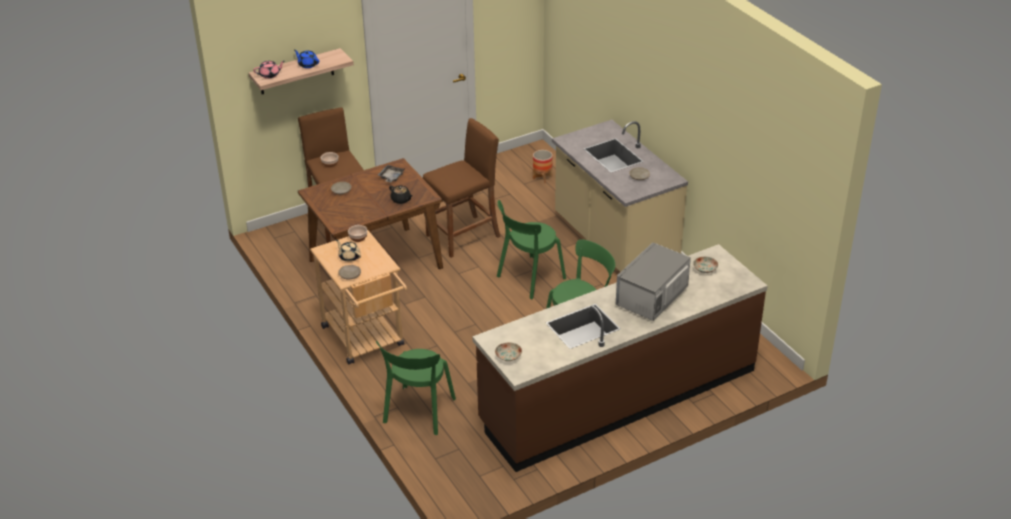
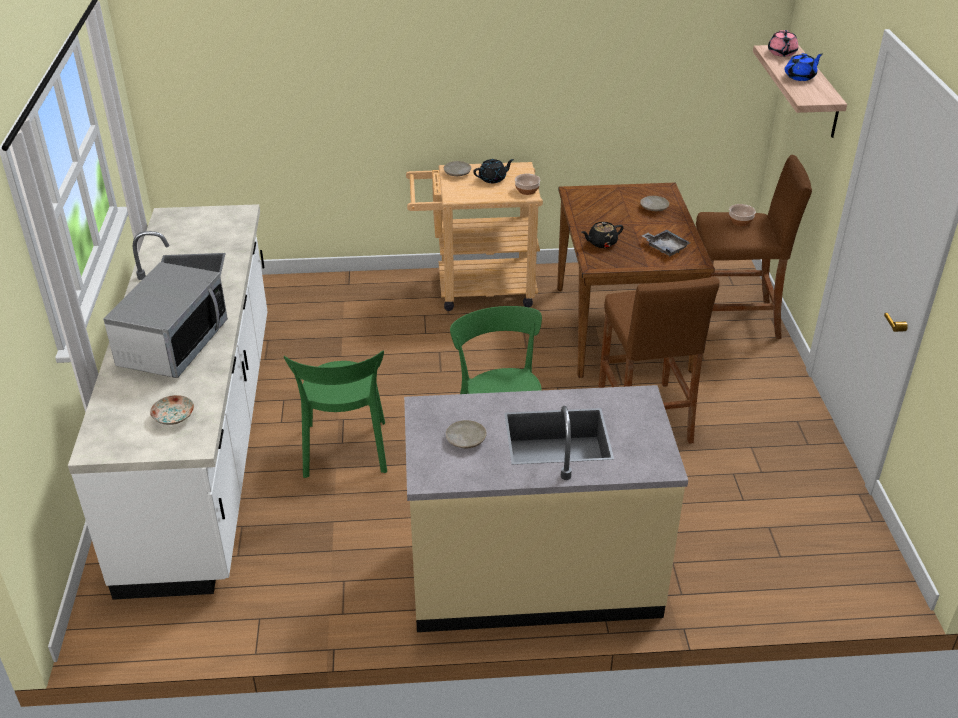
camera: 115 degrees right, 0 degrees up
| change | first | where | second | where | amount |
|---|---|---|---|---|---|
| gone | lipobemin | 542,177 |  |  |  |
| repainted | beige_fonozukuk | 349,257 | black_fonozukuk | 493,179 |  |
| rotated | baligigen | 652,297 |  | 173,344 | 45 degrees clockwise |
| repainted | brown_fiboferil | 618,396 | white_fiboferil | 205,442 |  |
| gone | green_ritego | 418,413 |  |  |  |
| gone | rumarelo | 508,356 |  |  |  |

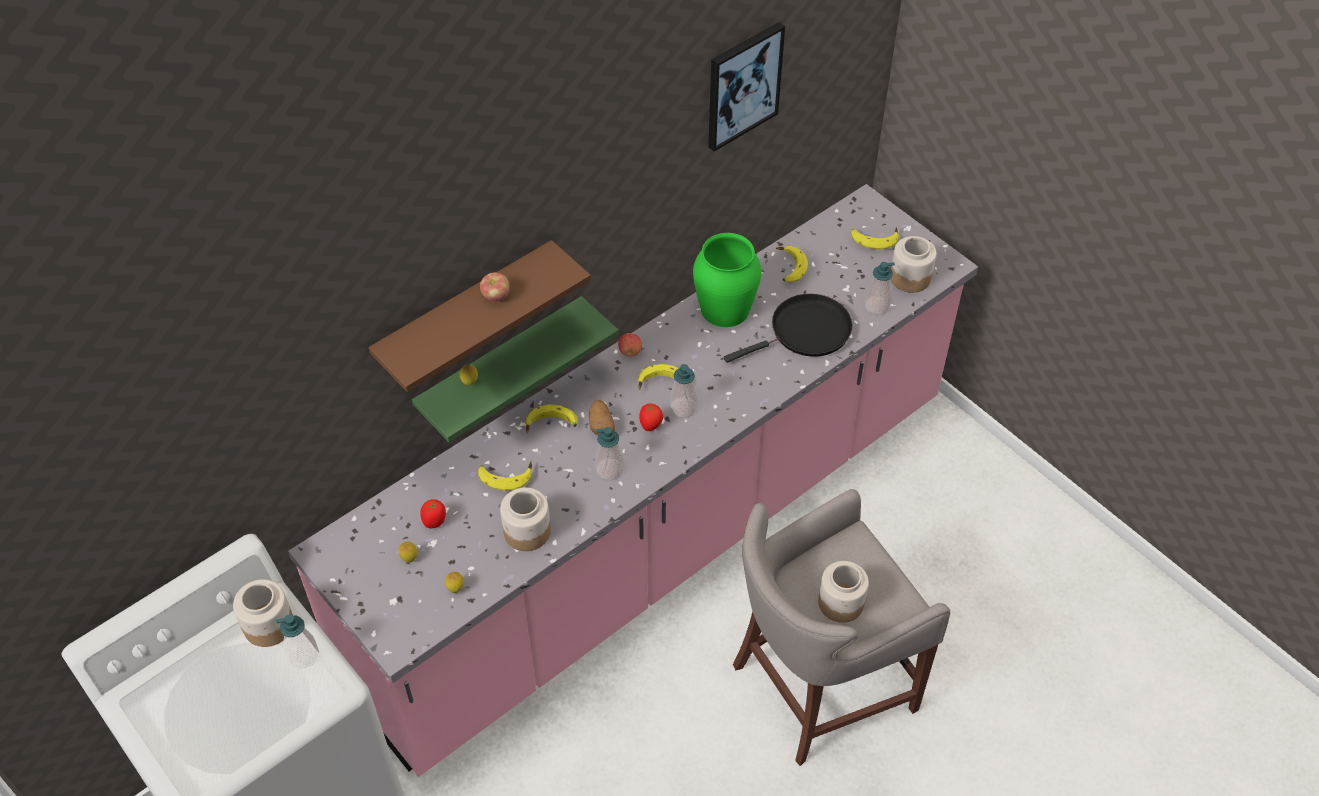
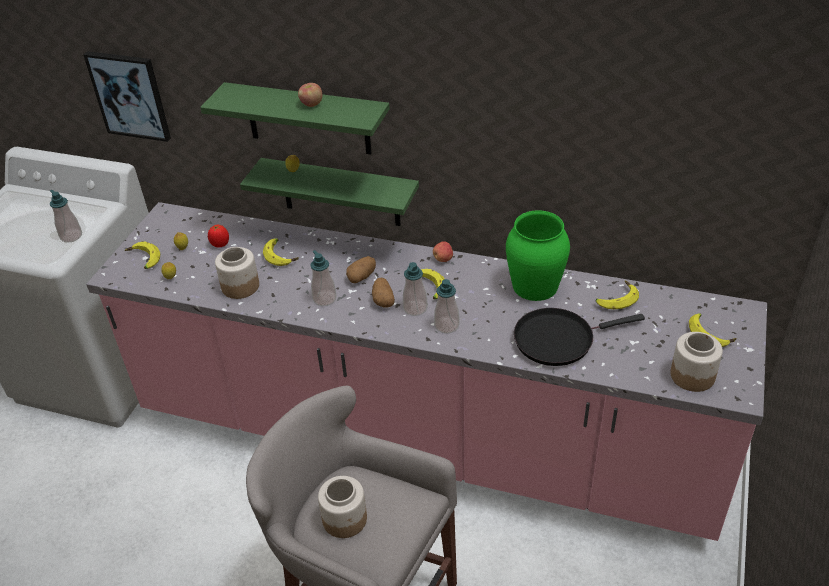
camera: 60 degrees right, 10 degrees down
| change | first | where | second | where | amount |
|---|---|---|---|---|---|
| shifted | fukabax | 742,85 |  | 130,95 |  |
| repainted | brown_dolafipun | 466,317 | green_dolafipun | 308,119 |  |
| shifted | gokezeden | 877,306 |  | 446,325 |  |
| rotated | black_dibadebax | 805,332 |  | 558,339 | 135 degrees clockwise |
| swapped | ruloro | 651,425 | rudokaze | 383,300 |  |
| shifted | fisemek | 551,426 |  | 143,260 |  |
| gone | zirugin | 268,625 |  |  |  |

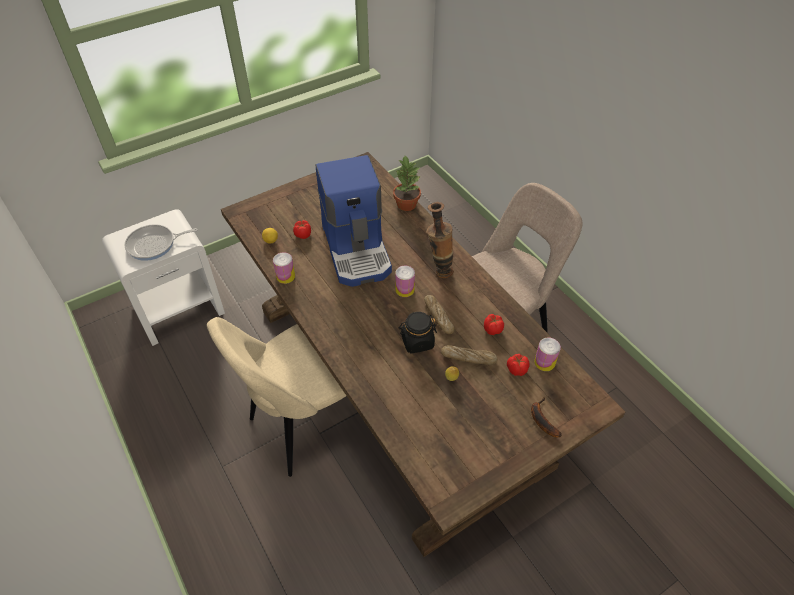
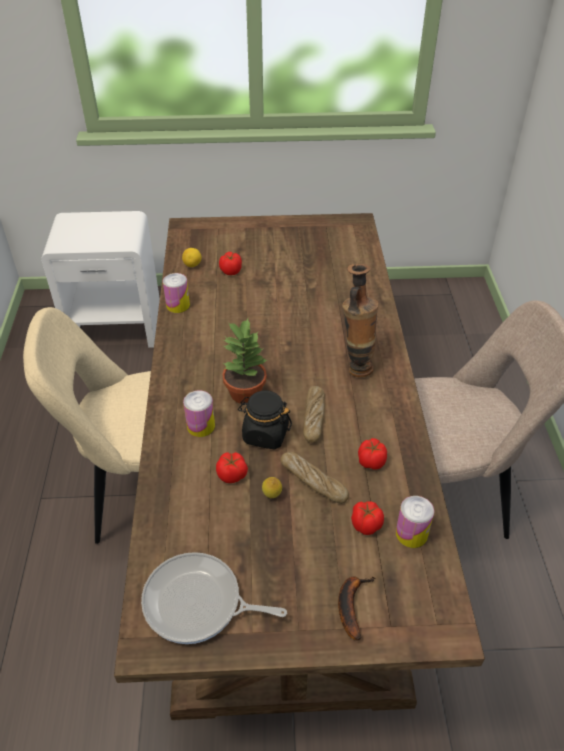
camera: 30 degrees right, 5 degrees down
| change | first | where | second | where | amount |
|---|---|---|---|---|---|
| gone | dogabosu | 357,249 |  |  |  |
| shifted | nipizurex | 406,204 |  | 245,392 |  |
| shifted | dibadebax | 154,245 |  | 198,604 |  |
| shifted | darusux | 404,289 |  | 201,426 |  |
| new |  |  | ruloro | 232,475 |  |

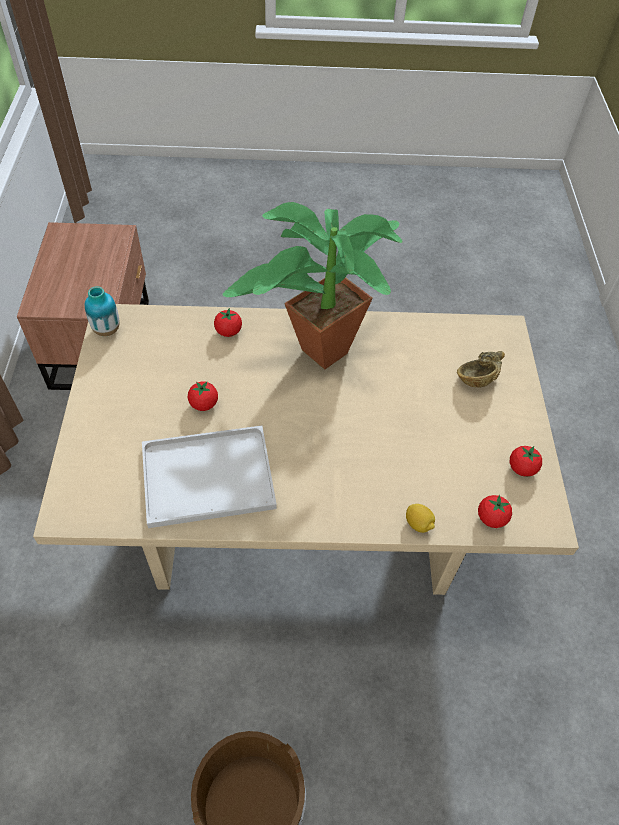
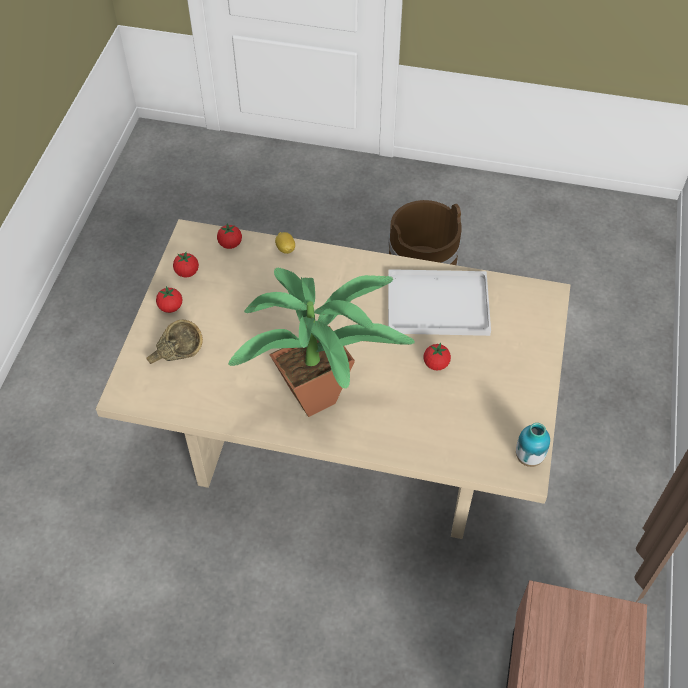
camera: 165 degrees left, 0 degrees up
| change | first | where | second | where | amount |
|---|---|---|---|---|---|
| shifted | ruloro | 228,331 |  | 170,307 |  |

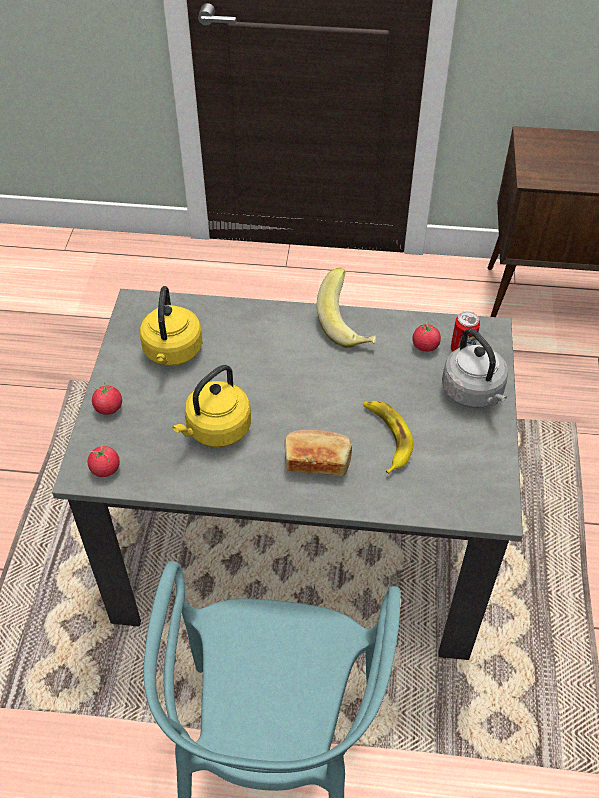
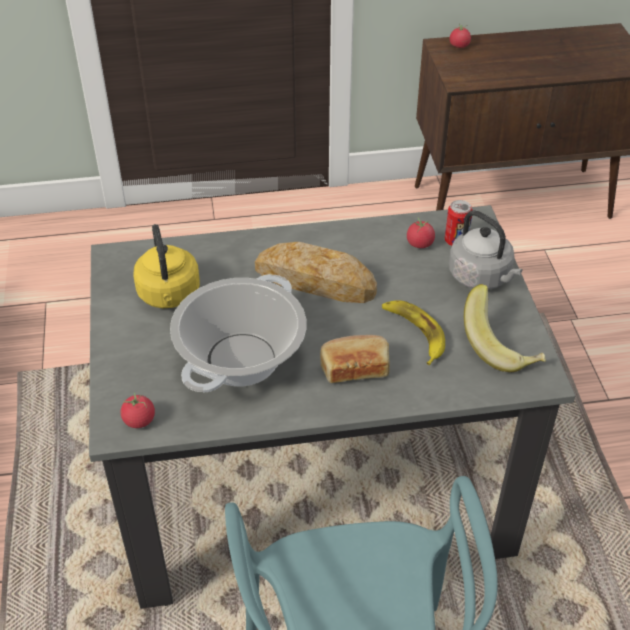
camera: 15 degrees left, 5 degrees down
| change | first | where | second | where | amount |
|---|---|---|---|---|---|
| shifted | fisemek | 348,325 |  | 501,346 |  |
| swapped | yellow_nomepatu | 216,430 | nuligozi | 242,360 |  |
| shifted | ruloro | 108,408 |  | 459,46 |  |
| new |  |  | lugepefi | 315,280 |  |

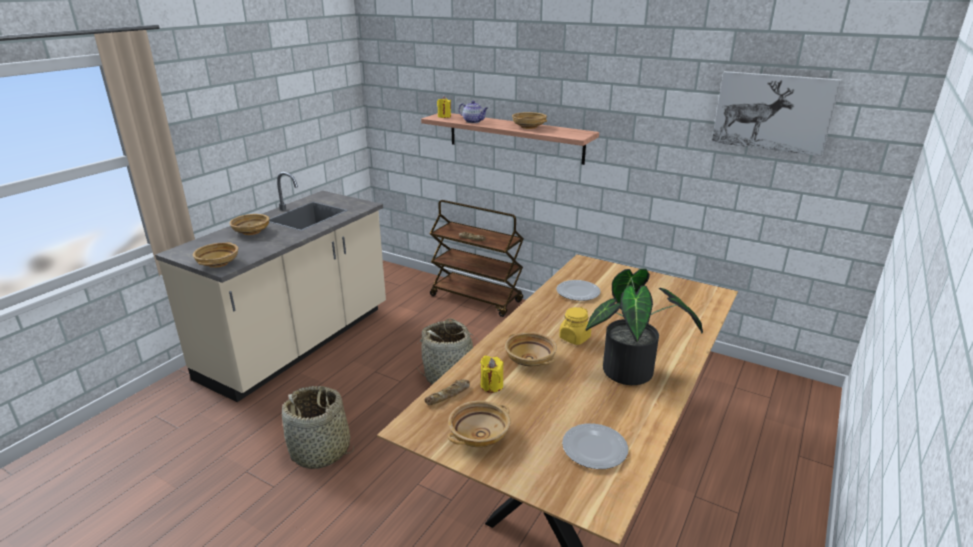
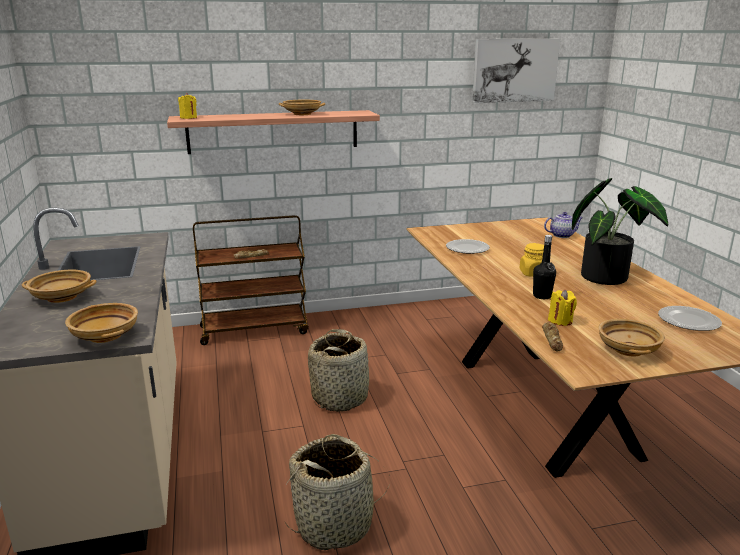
camera: 45 degrees left, 5 degrees down
| change | first | where | second | where | amount |
|---|---|---|---|---|---|
| shifted | fonozukuk | 473,121 |  | 562,235 |  |
| swapped | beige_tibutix | 530,359 | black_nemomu | 542,296 |  |

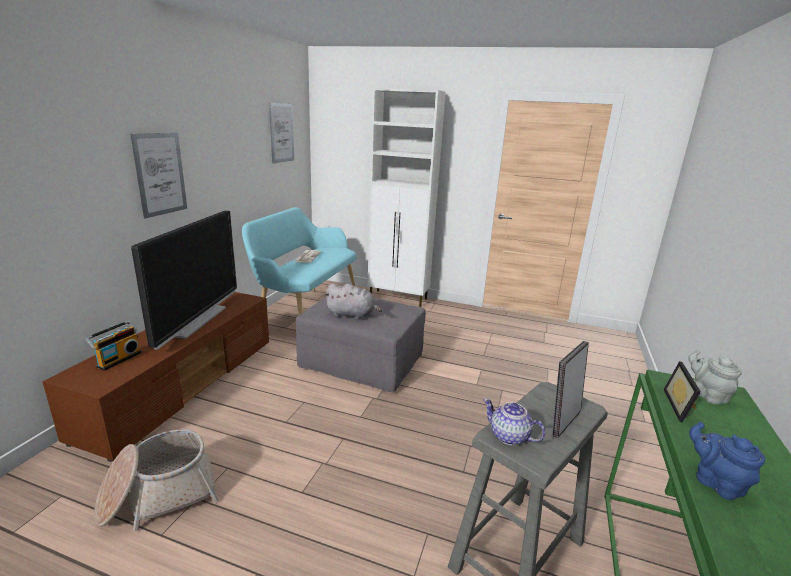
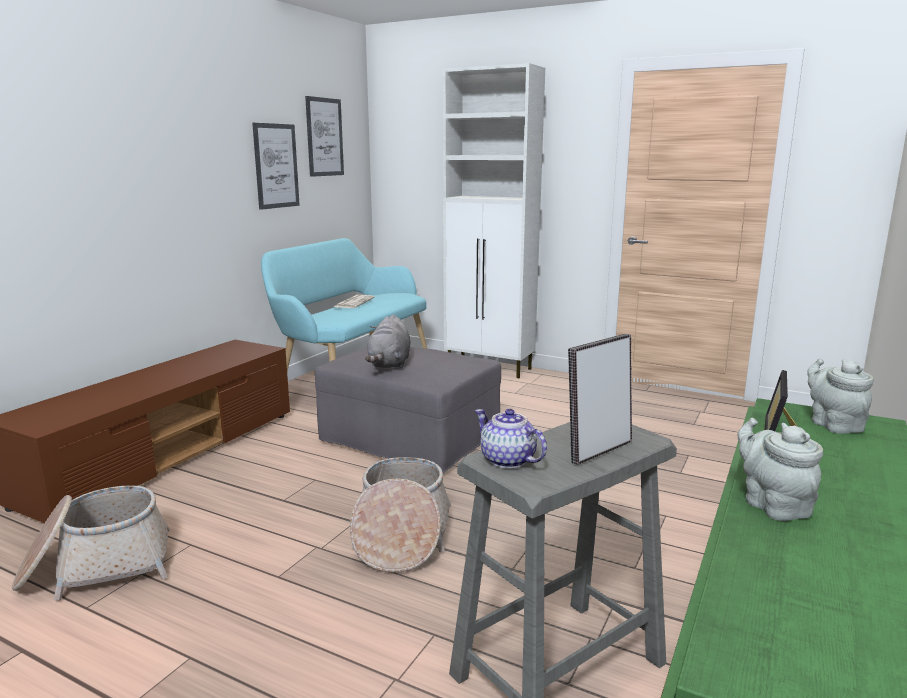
camera: 10 degrees right, 5 degrees down
| change | first | where | second | where | amount |
|---|---|---|---|---|---|
| shifted | fukabax | 160,174 |  | 276,166 |  |
| gone | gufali | 196,321 |  |  |  |
| rotated | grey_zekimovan | 352,315 |  | 390,364 | 75 degrees clockwise |
| gone | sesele | 118,359 |  |  |  |
| repainted | blue_fonozukuk | 715,483 | grey_fonozukuk | 772,505 |  |
| new |  |  | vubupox | 401,535 |  |

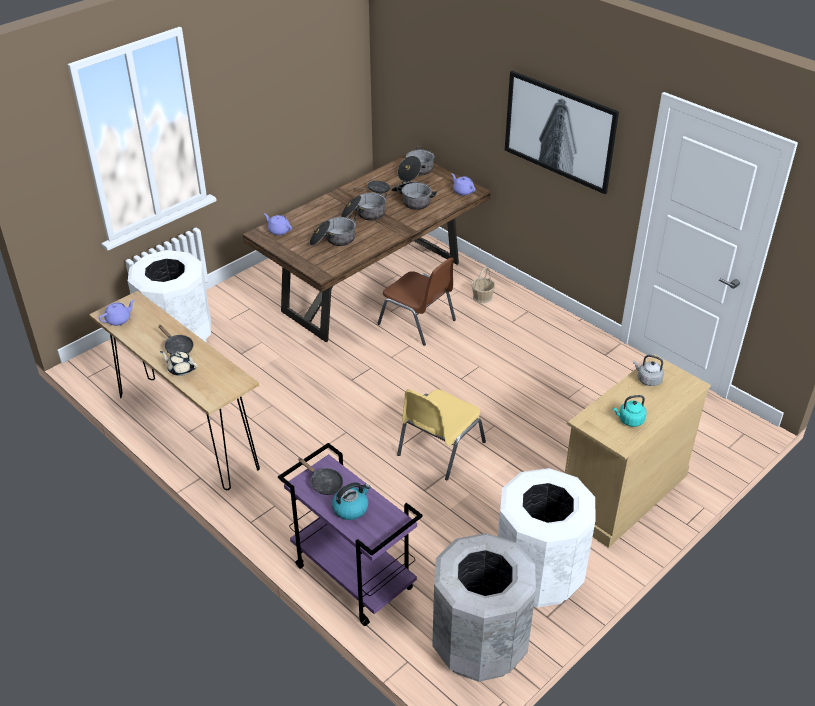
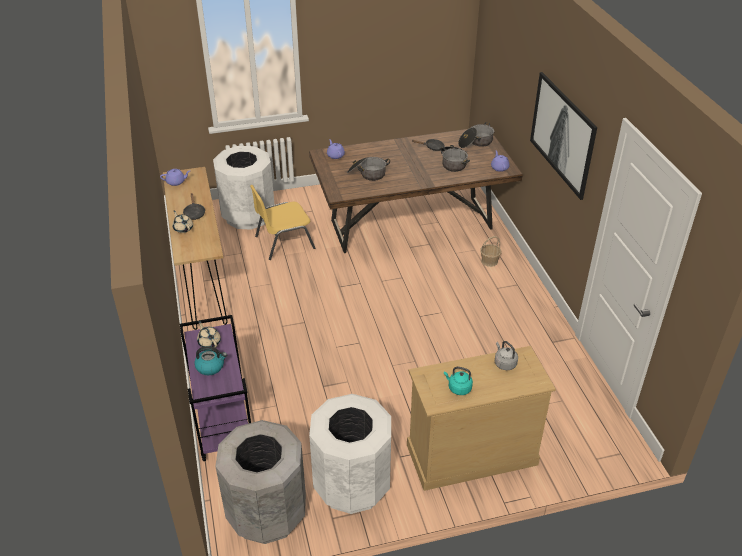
camera: 30 degrees right, 0 degrees up
| change | first | where | second | where | amount |
|---|---|---|---|---|---|
| gone | nuligozi | 364,214 |  |  |  |
| gone | brown_ritego | 418,322 |  |  |  |
| shifted | yellow_ritego | 439,449 |  | 283,242 |  |
| swapped | black_dibadebax | 324,483 | beige_fonozukuk | 209,342 |  |

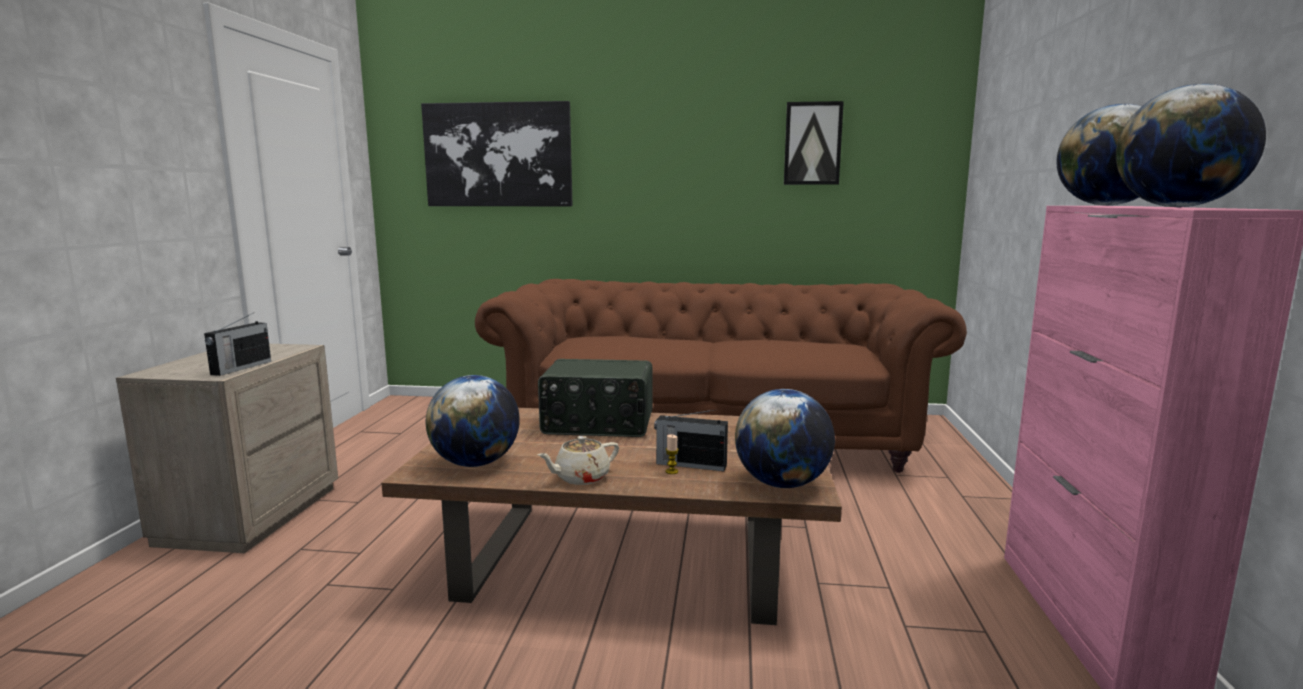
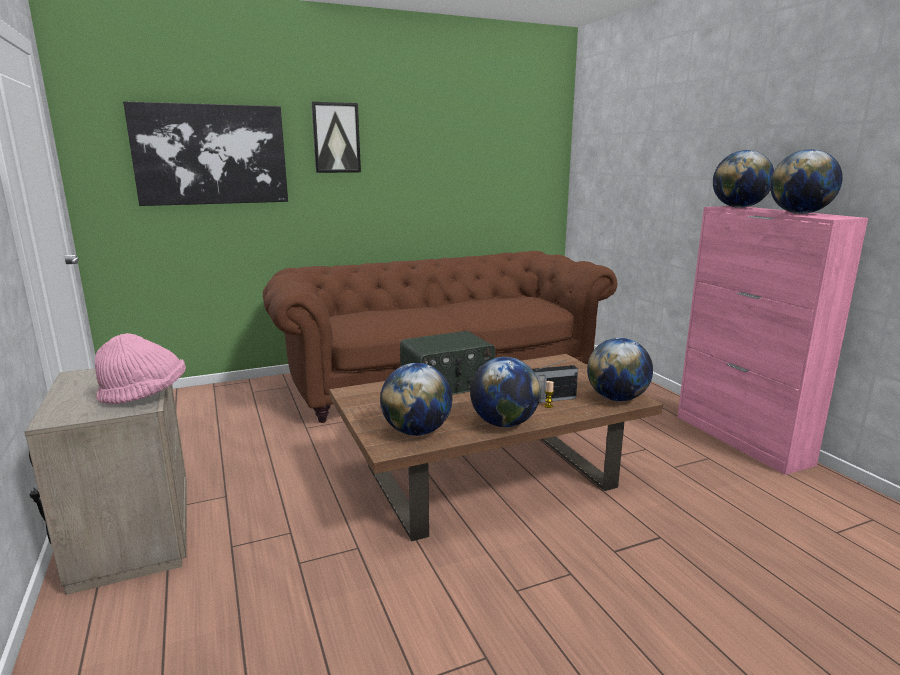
camera: 30 degrees left, 5 degrees up
| change | first | where | second | where | amount |
|---|---|---|---|---|---|
| shifted | fukabax | 812,143 |  | 336,138 |  |
| swapped | sesele | 240,368 | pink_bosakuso | 145,396 |  |
| swapped | beige_fonozukuk | 581,478 | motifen | 503,423 |  |

